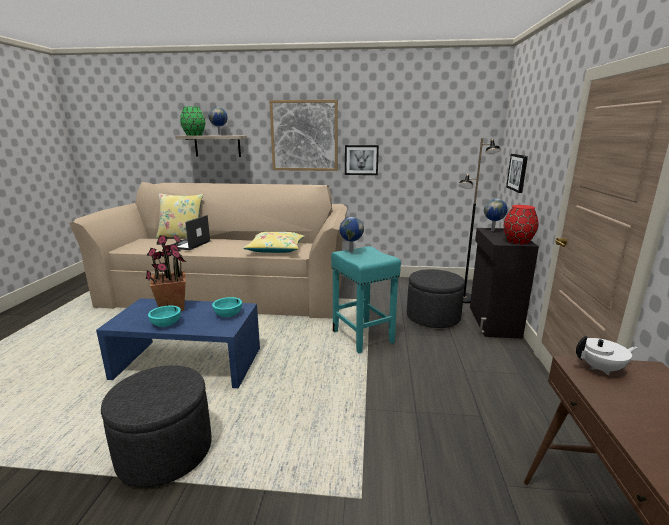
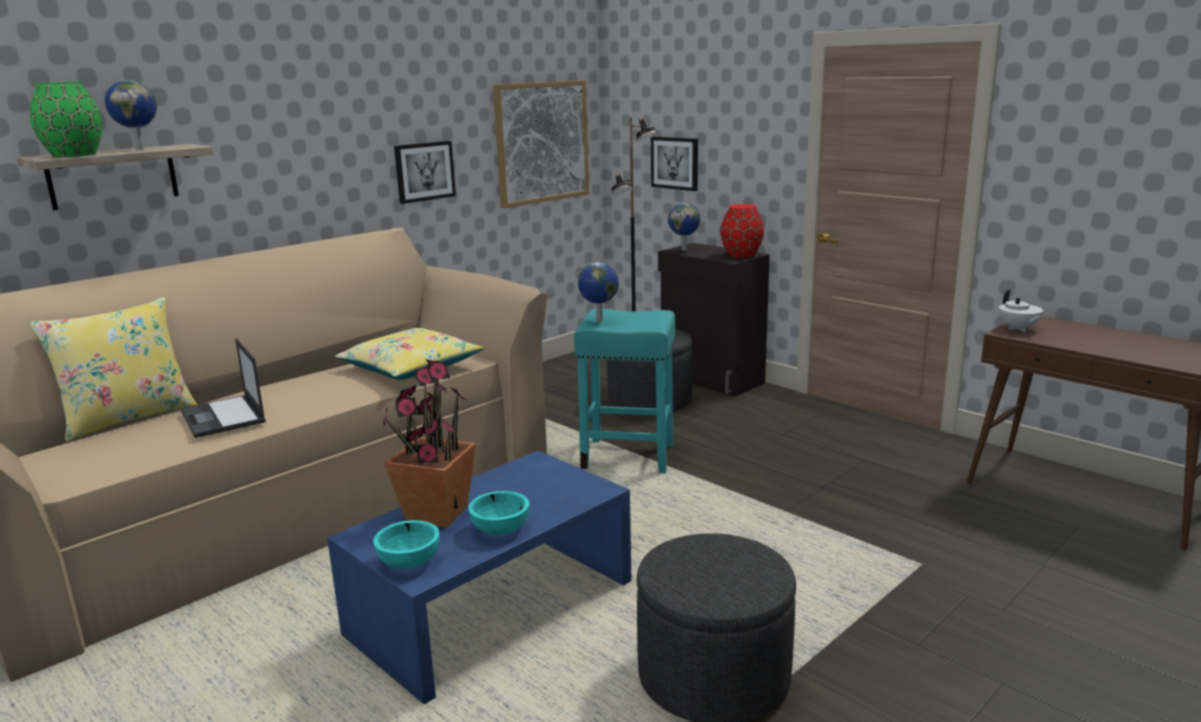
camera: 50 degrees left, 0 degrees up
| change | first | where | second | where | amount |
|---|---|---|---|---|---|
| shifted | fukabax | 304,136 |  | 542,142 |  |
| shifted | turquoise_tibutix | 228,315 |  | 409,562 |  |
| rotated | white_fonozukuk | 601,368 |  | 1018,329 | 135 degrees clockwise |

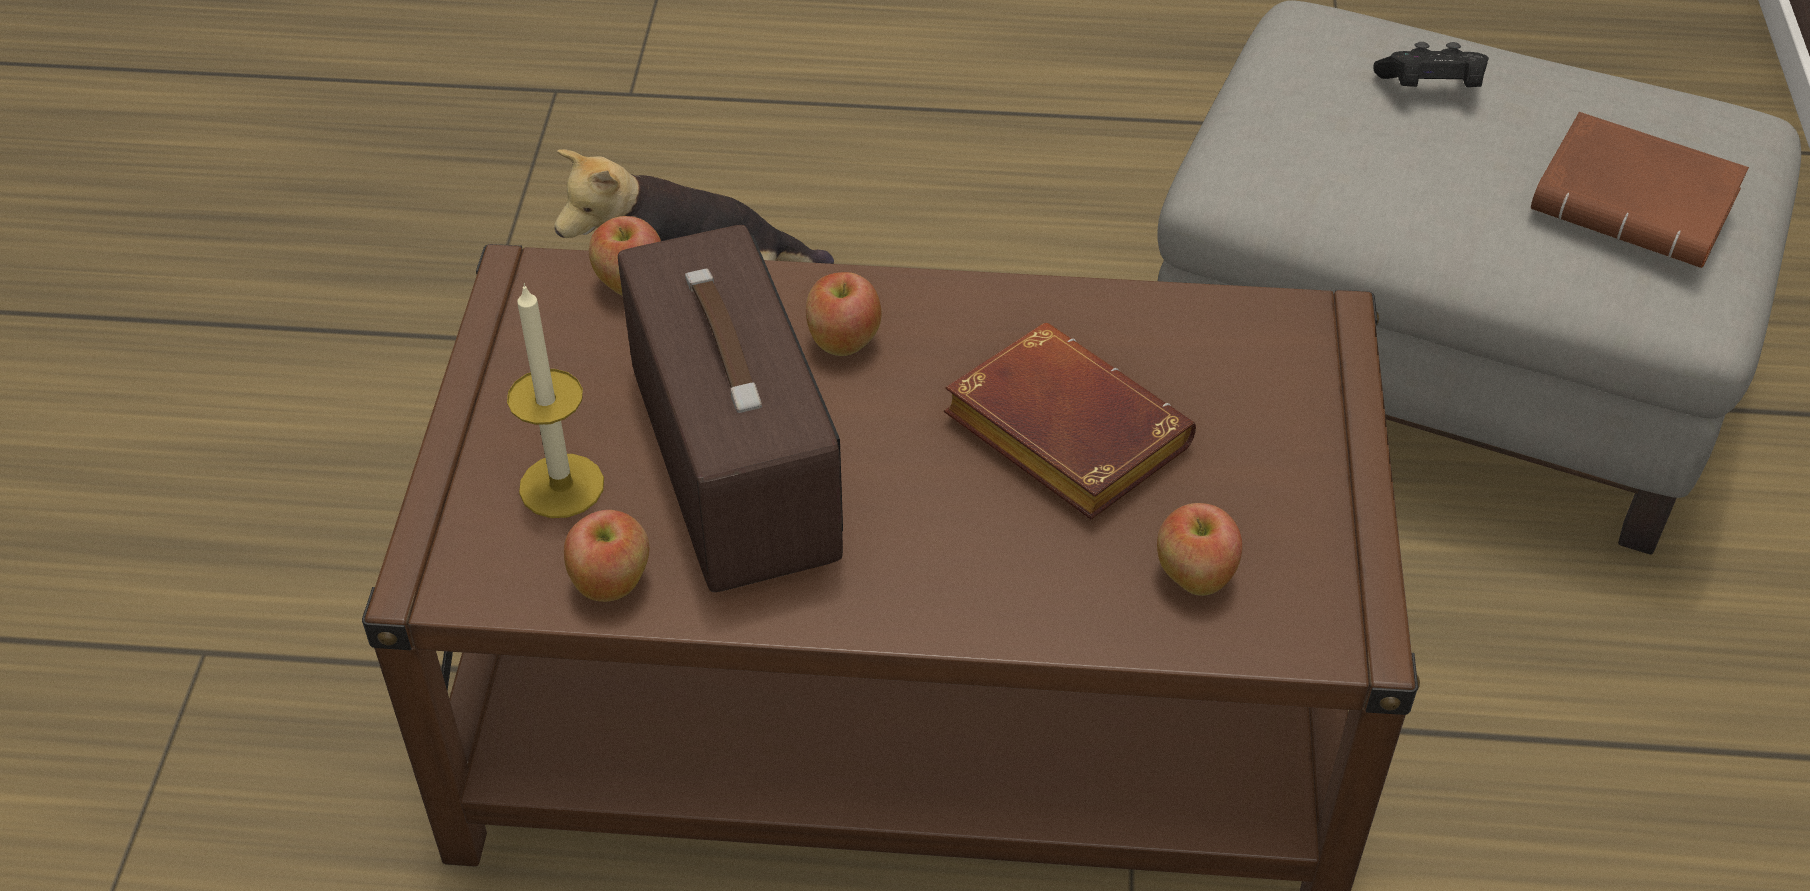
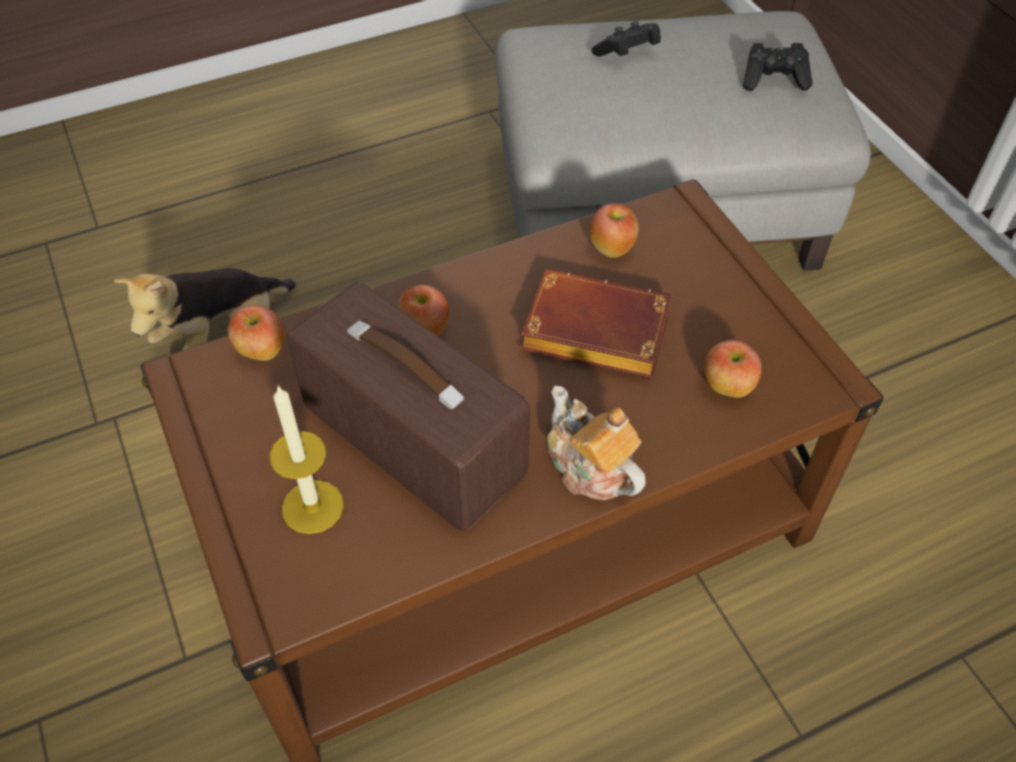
camera: 30 degrees left, 5 degrees up
| change | first | where | second | where | amount |
|---|---|---|---|---|---|
| swapped | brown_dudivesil | 1640,204 | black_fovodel | 774,80 |  |
| shifted | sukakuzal | 612,584 |  | 612,248 |  |
| new |  |  | fonozukuk | 589,467 |  |

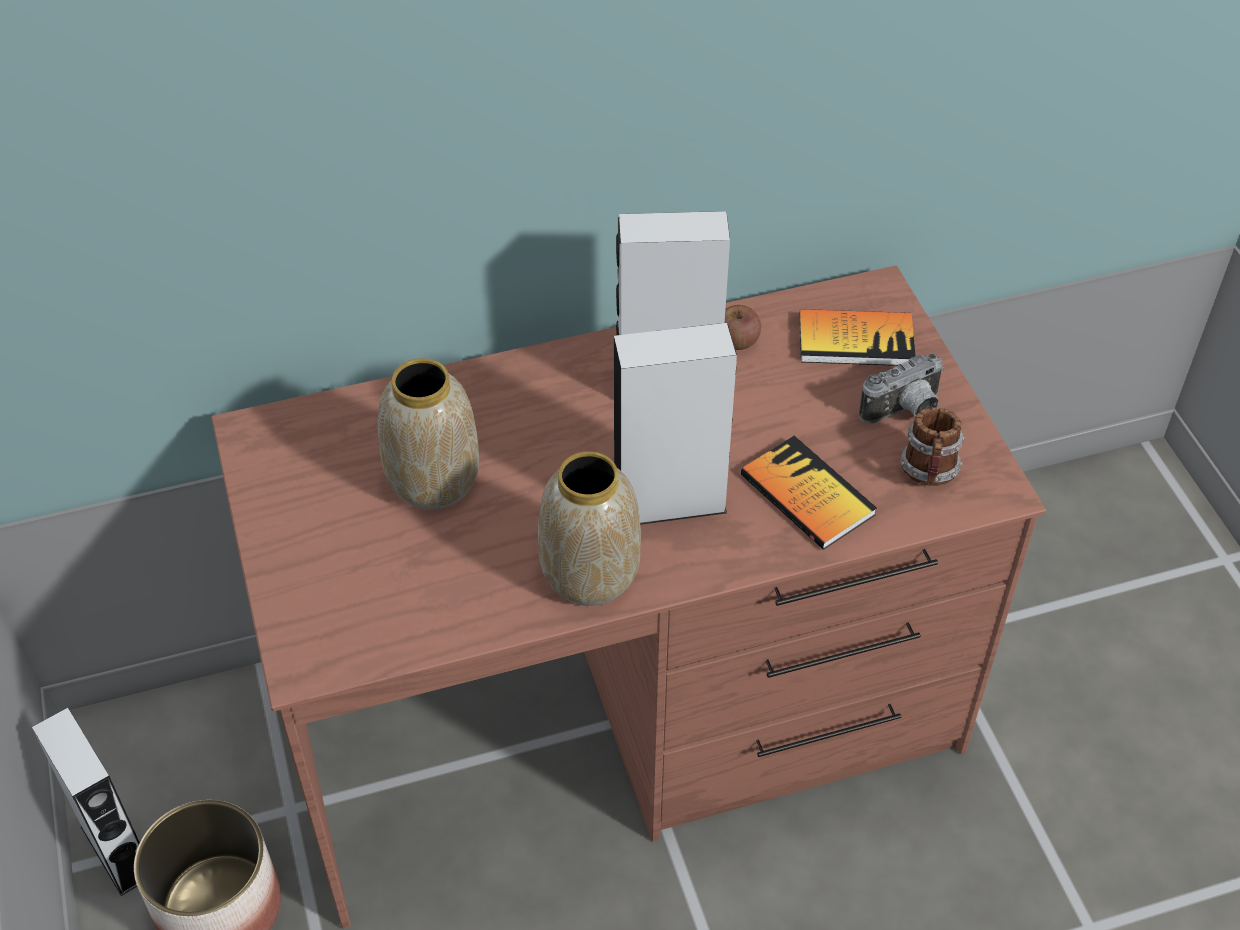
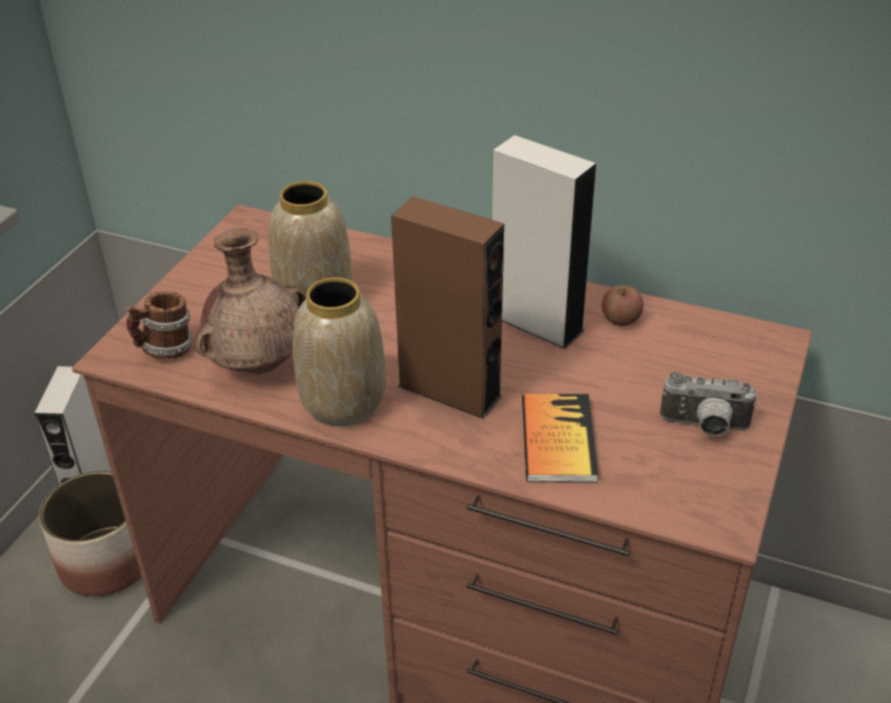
camera: 40 degrees right, 10 degrees down
| change | first | where | second | where | amount |
|---|---|---|---|---|---|
| gone | dudivesil | 856,340 |  |  |  |
| repainted | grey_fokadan | 669,503 | brown_fokadan | 449,391 |  |
| shifted | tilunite | 929,473 |  | 165,350 |  |
| new |  |  | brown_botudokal | 259,365 |  |

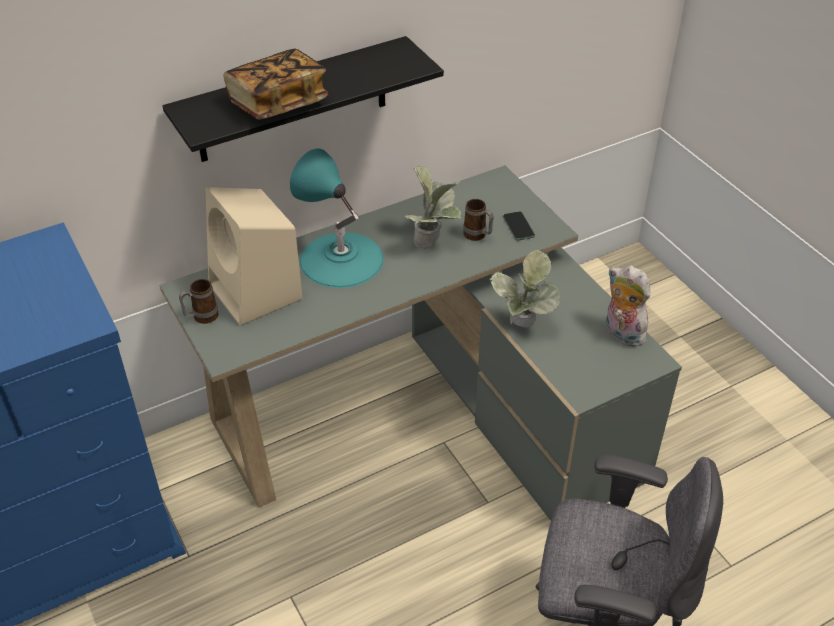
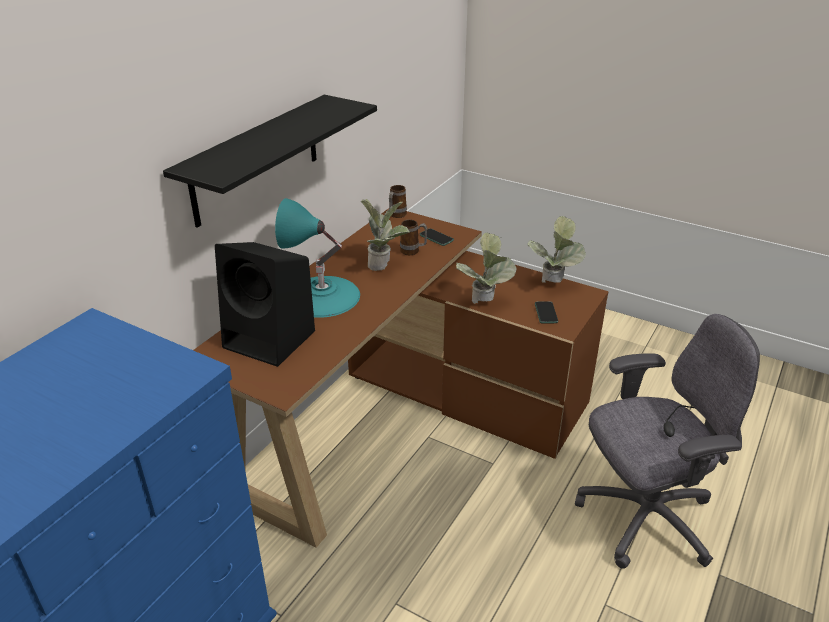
camera: 30 degrees left, 10 degrees down
| change | first | where | second | where | amount |
|---|---|---|---|---|---|
| gone | dudivesil | 278,102 |  |  |  |
| repainted | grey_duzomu | 430,414 | brown_duzomu | 402,422 |  |
| repainted | beige_fokadan | 257,293 | black_fokadan | 272,339 |  |
| swapped | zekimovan | 621,333 | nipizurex | 552,285 |  |
| shifted | tilunite | 201,318 |  | 396,216 |  |
| new |  |  | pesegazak | 546,313 |  |

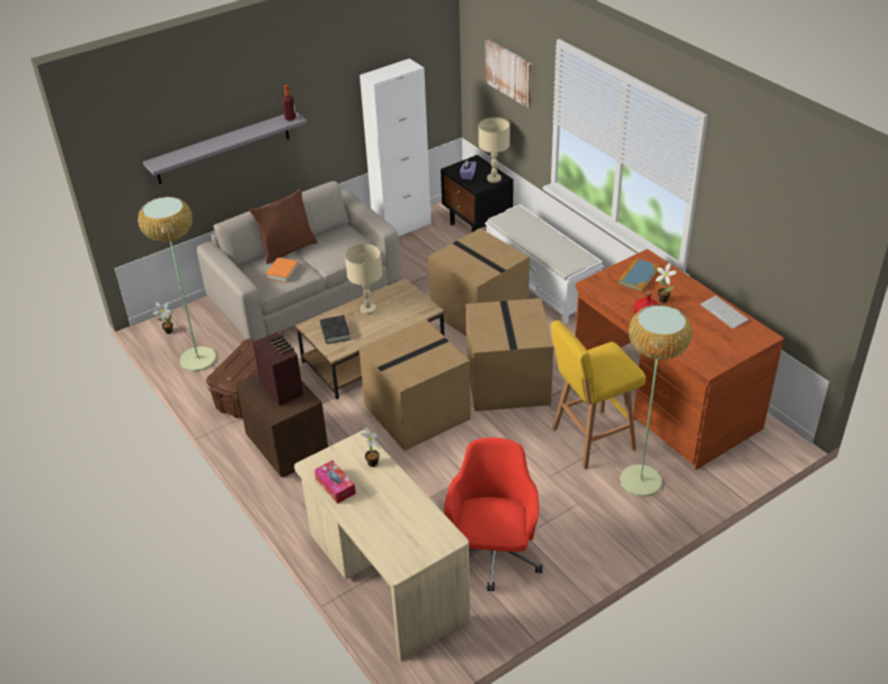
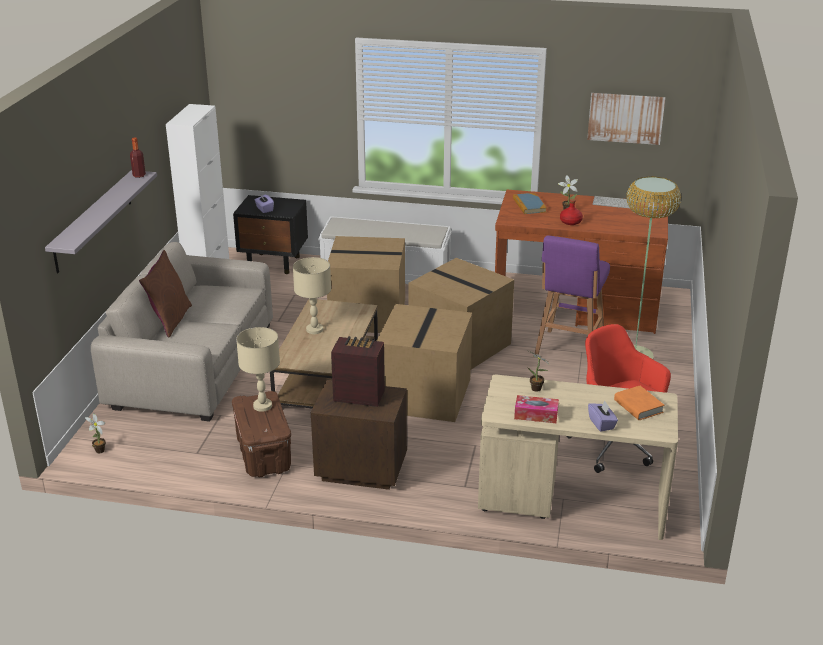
camera: 45 degrees left, 10 degrees down
| change | first | where | second | where | amount |
|---|---|---|---|---|---|
| shifted | fukabax | 509,72 |  | 625,118 |  |
| shifted | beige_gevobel | 494,179 |  | 262,406 |  |
| gone | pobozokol | 198,359 |  |  |  |
| shifted | orange_dudivesil | 282,273 |  | 638,406 |  |
| gone | black_dudivesil | 335,332 |  |  |  |
| repainted | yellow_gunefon | 590,440 | purple_gunefon | 568,350 |  |
| new |  |  | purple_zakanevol | 601,424 |  |

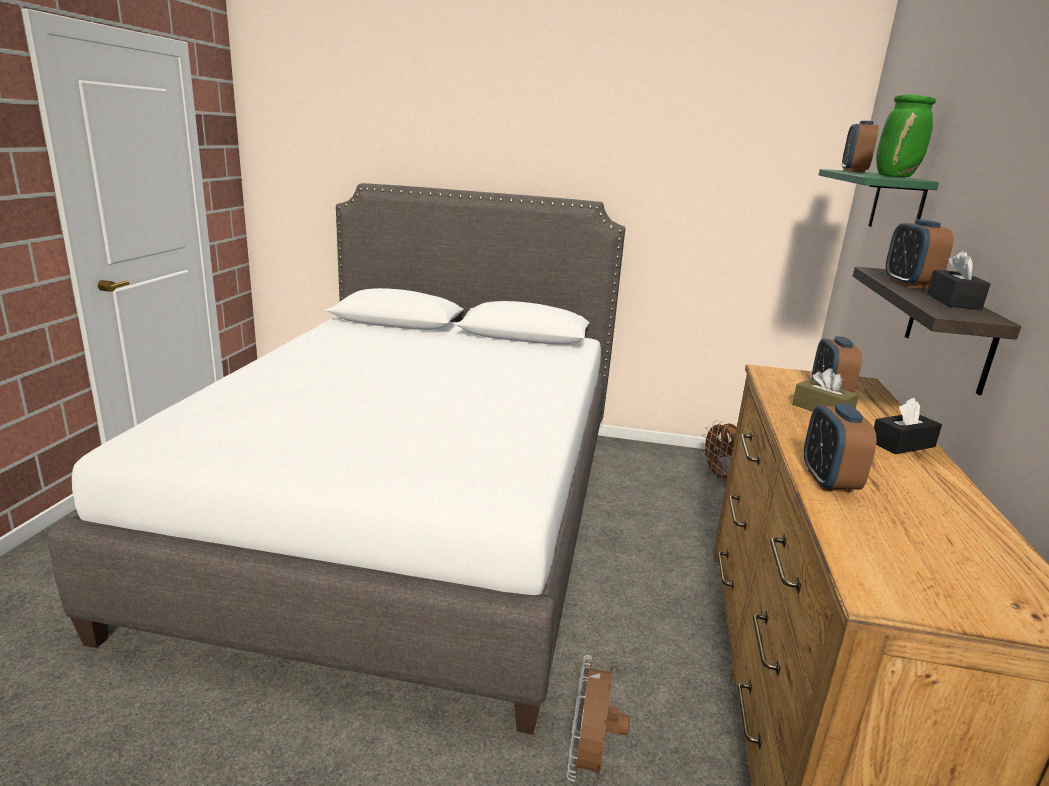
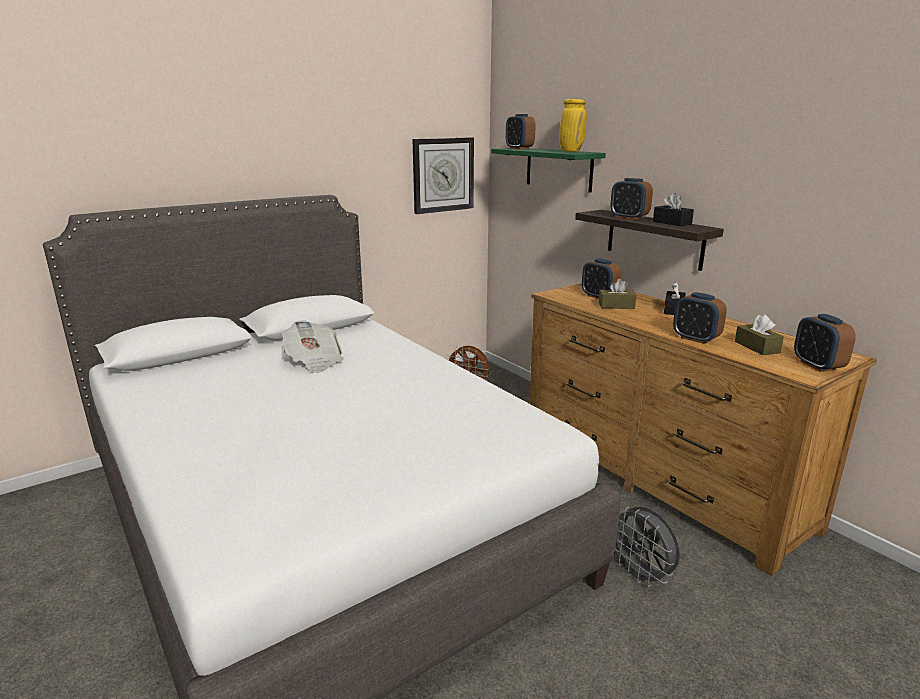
camera: 45 degrees left, 0 degrees up
| change | first | where | second | where | amount |
|---|---|---|---|---|---|
| repainted | green_botudokal | 895,176 | yellow_botudokal | 570,151 |  |
| repainted | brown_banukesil | 589,762 | grey_banukesil | 641,575 |  |
| new |  |  | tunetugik | 443,175 |  |
| new |  |  | brown_zakanevol | 757,347 |  |
| new |  |  | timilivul | 817,365 |  |
| new |  |  | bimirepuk | 314,361 |  |

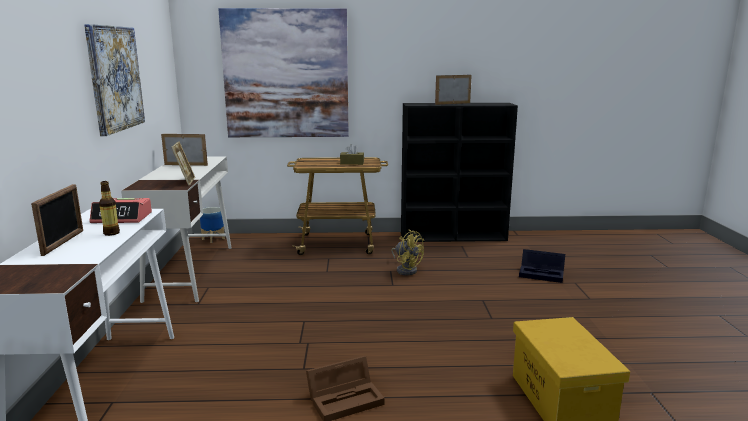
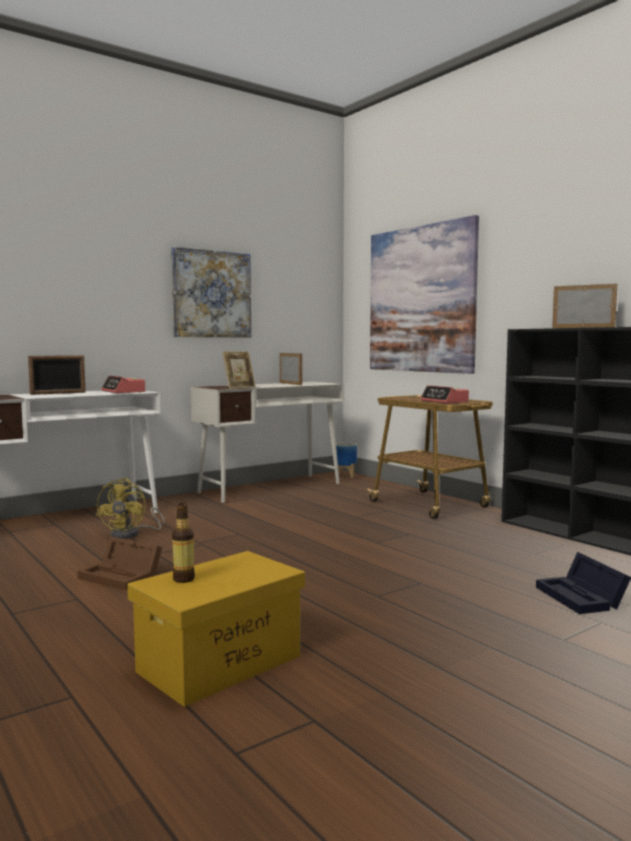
camera: 55 degrees right, 10 degrees down
| change | first | where | second | where | amount |
|---|---|---|---|---|---|
| swapped | brown_zakanevol | 352,163 | timilivul | 444,401 |  |
| shifted | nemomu | 111,233 |  | 183,579 |  |
| shifted | yellow_banukesil | 406,269 |  | 131,534 |  |

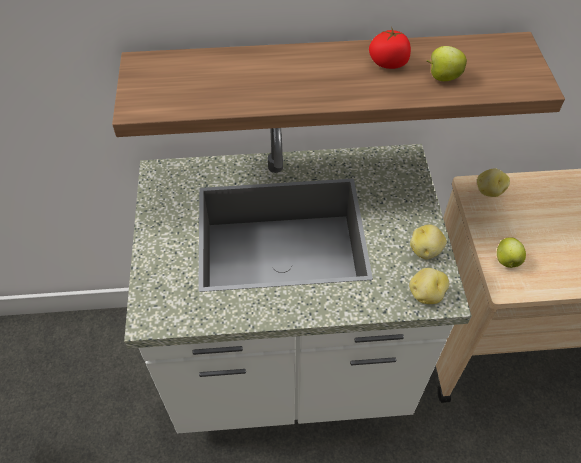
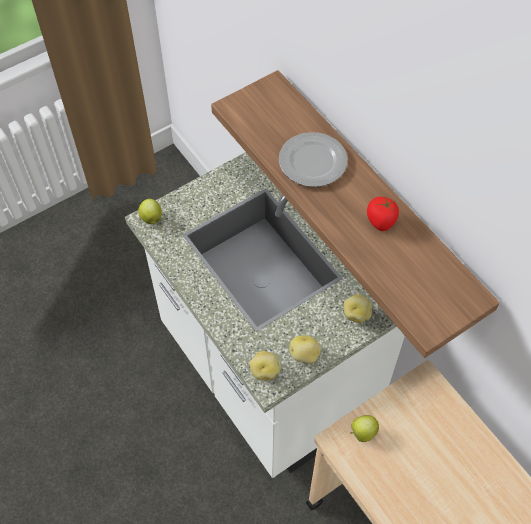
camera: 60 degrees right, 5 degrees up
| change | first | where | second | where | amount |
|---|---|---|---|---|---|
| shifted | sukakuzal | 442,77 |  | 151,217 |  |
| shifted | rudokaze | 489,190 |  | 356,313 |  |
| new |  |  | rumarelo | 312,162 |  |

